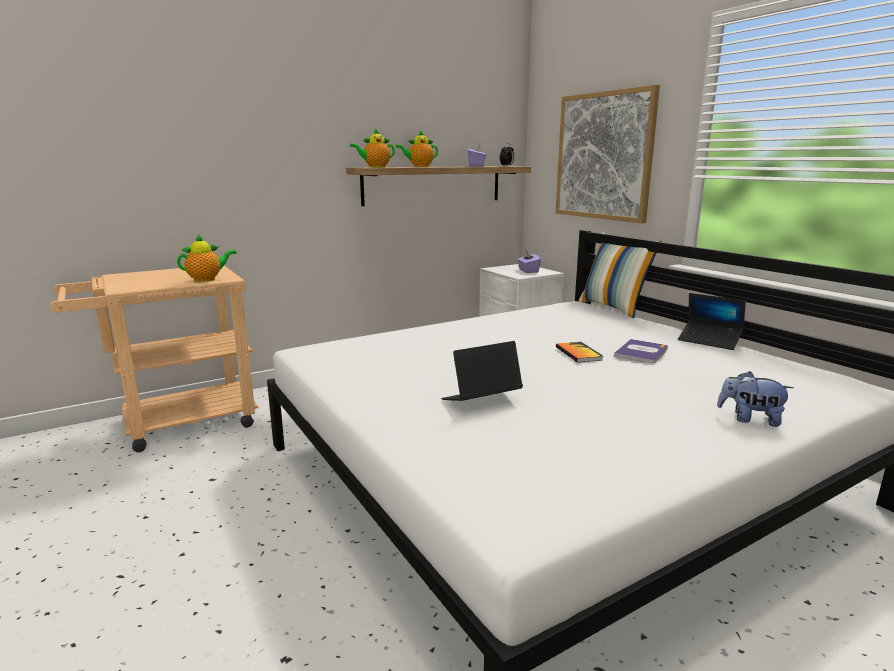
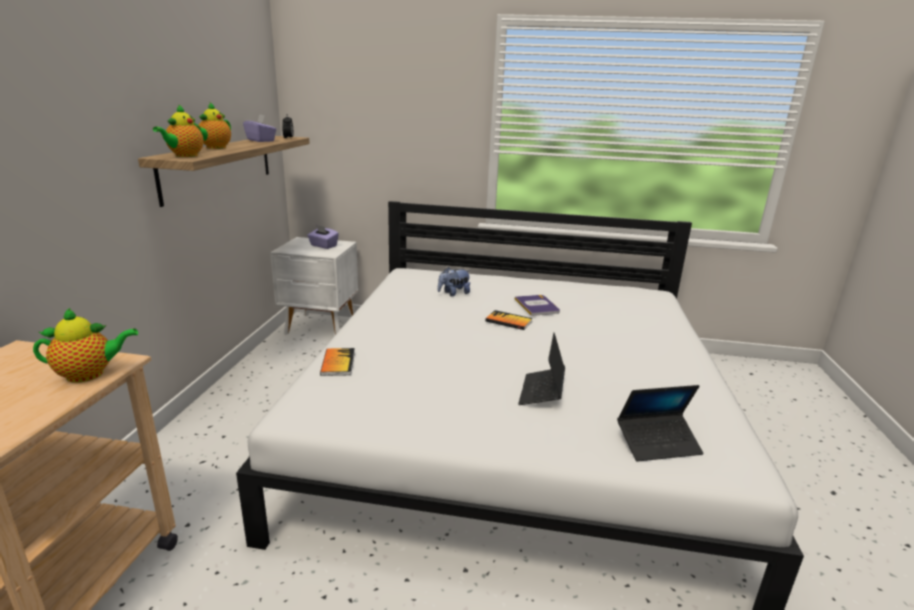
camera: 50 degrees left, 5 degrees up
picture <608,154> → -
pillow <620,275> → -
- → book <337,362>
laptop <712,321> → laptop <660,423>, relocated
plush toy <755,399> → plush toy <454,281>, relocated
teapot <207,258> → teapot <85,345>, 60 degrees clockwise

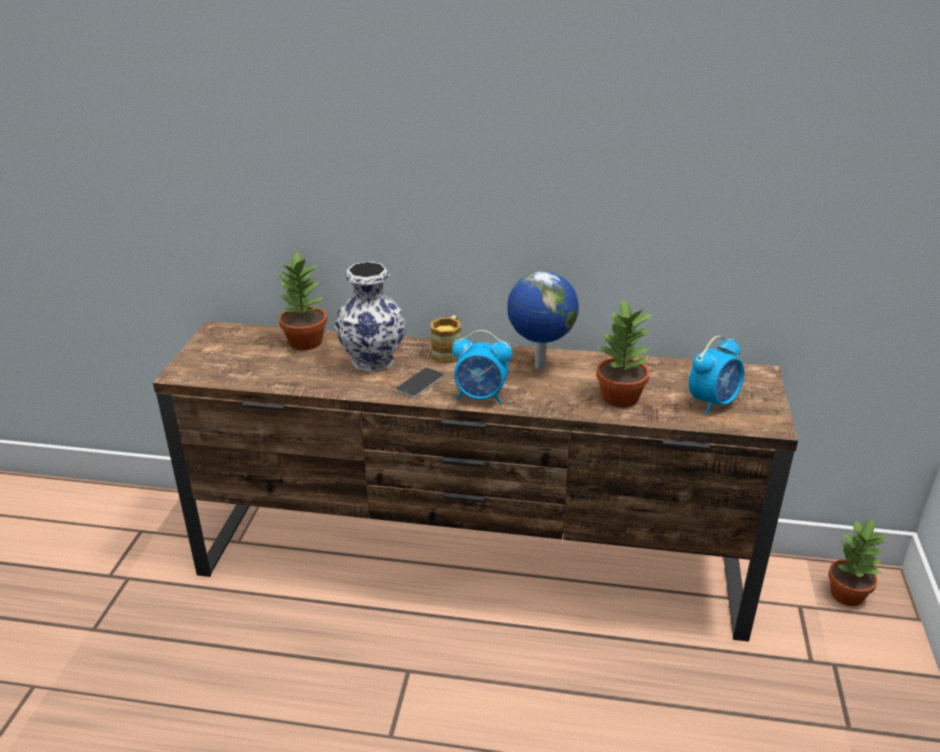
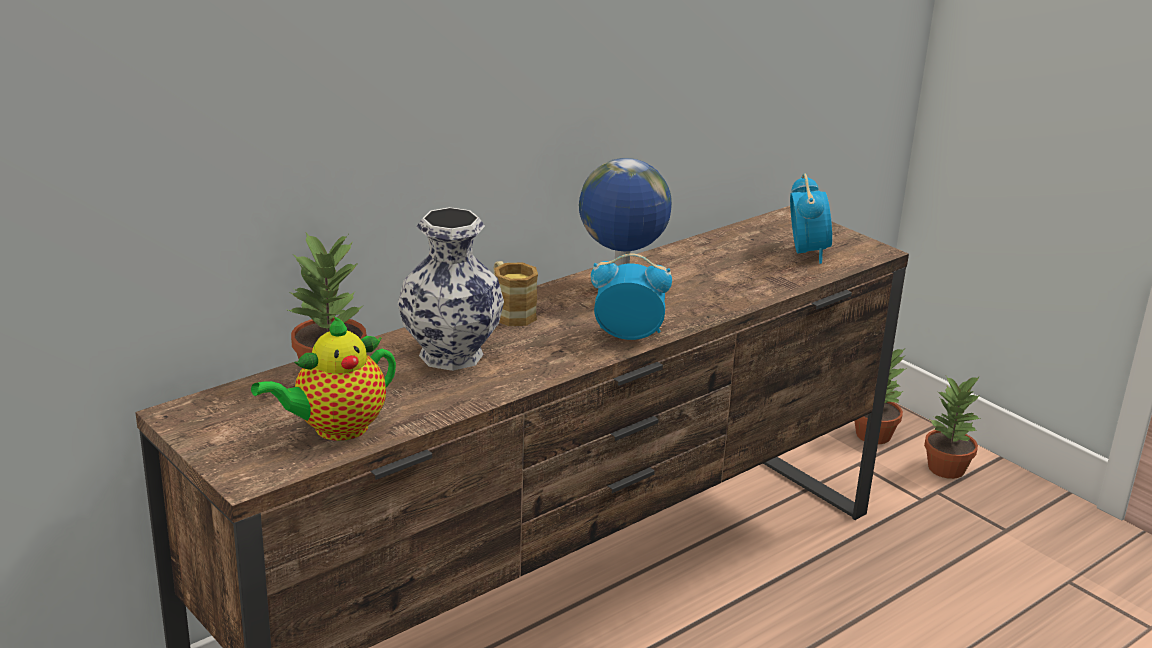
camera: 50 degrees left, 5 degrees down
phone <420,382> → -
- → teapot <323,379>
potted plant <624,352> → potted plant <952,427>, relocated
alarm clock <482,367> → alarm clock <631,296>, 135 degrees counterclockwise

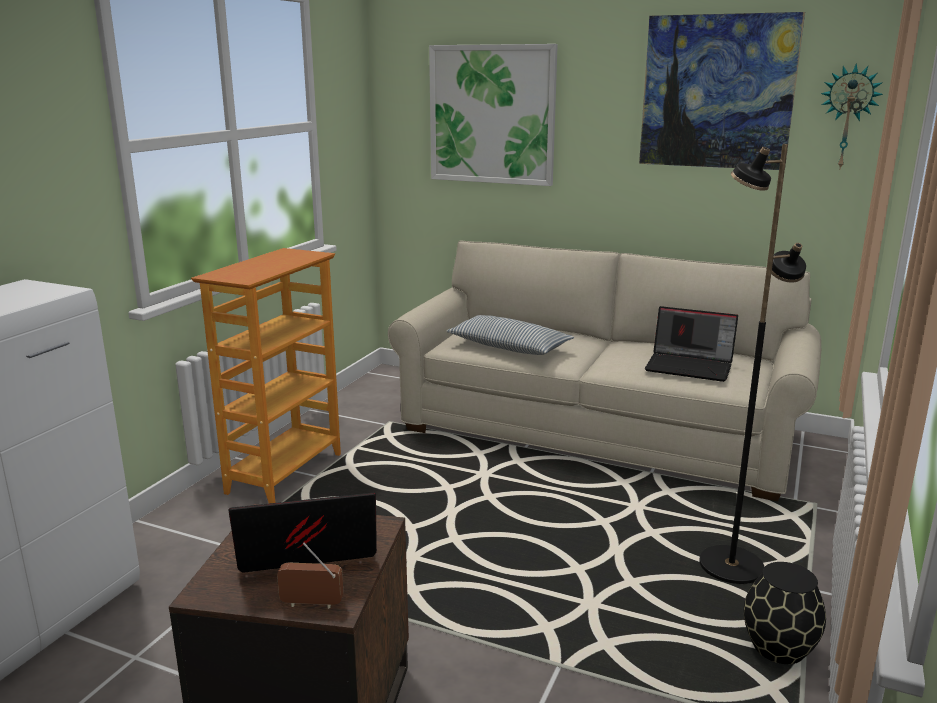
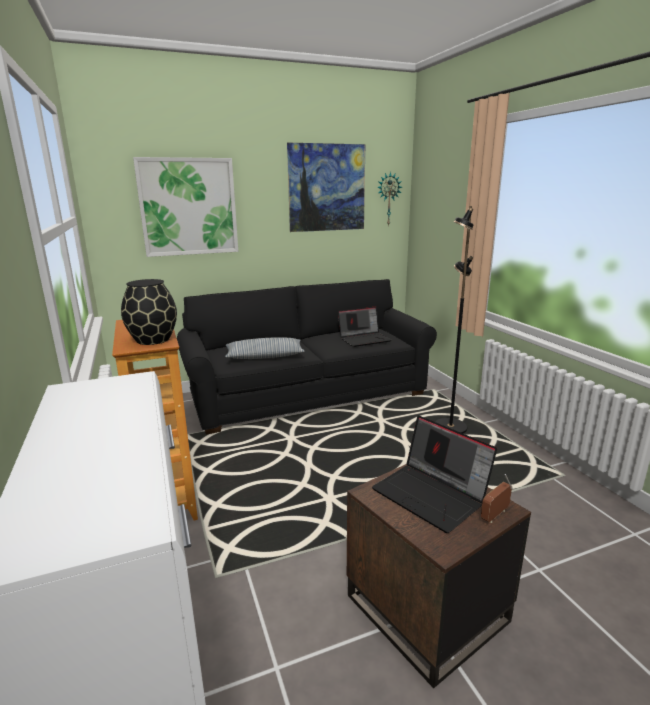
camera: 45 degrees left, 0 degrees up
vase in black <785,613> → vase in black <149,312>, relocated
sofa in beige <604,371> → sofa in black <307,356>
laptop <302,533> → laptop <434,474>, 75 degrees counterclockwise

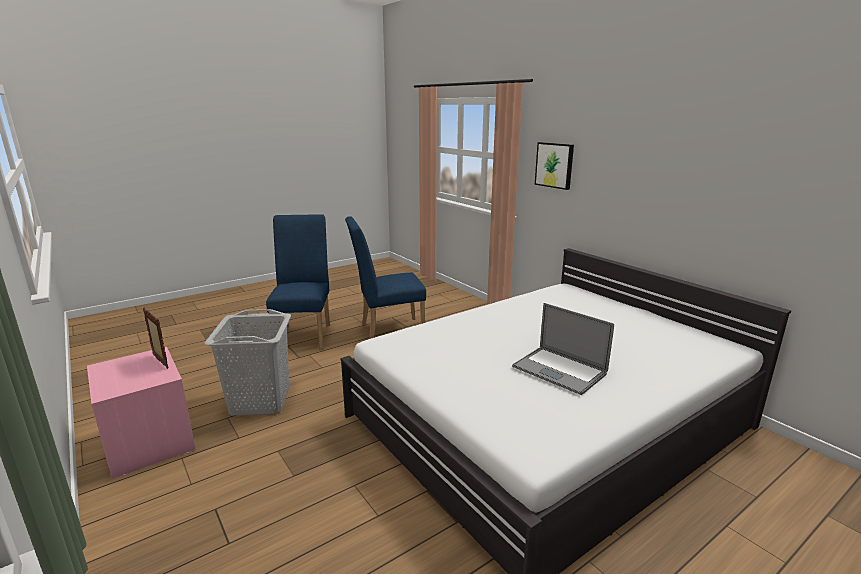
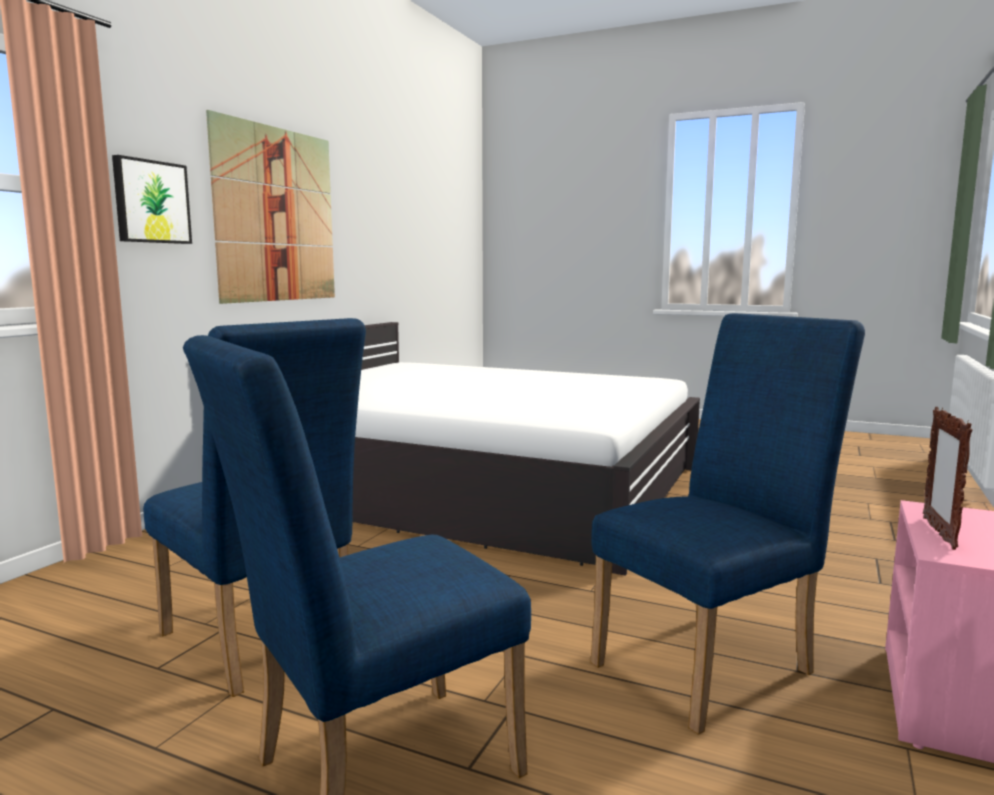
camera: 120 degrees left, 10 degrees down
laptop <563,349> → -
- → picture <270,207>
laundry basket in grey <247,362> → chair in blue <728,524>

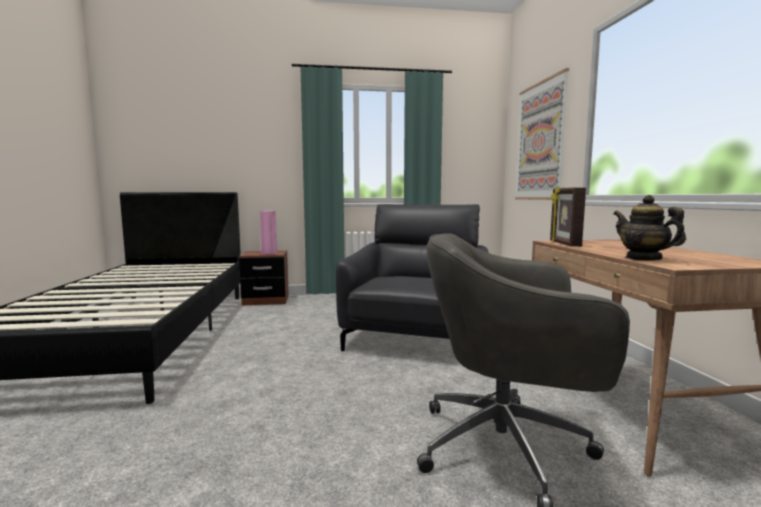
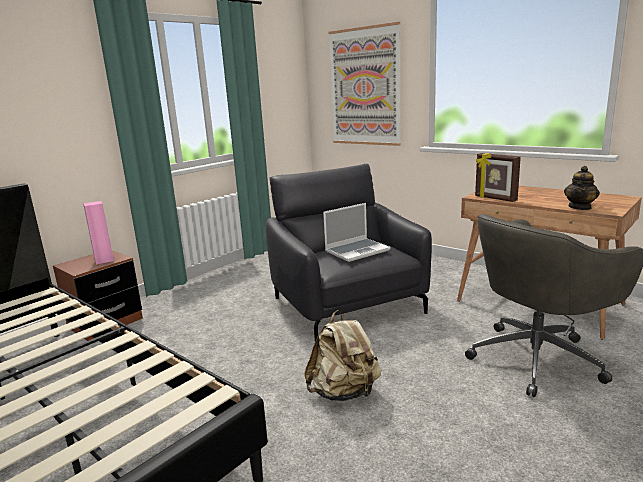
camera: 40 degrees left, 10 degrees up
- → backpack in beige <342,355>
- → laptop <356,232>
teapot <649,228> → teapot <582,188>, 75 degrees counterclockwise

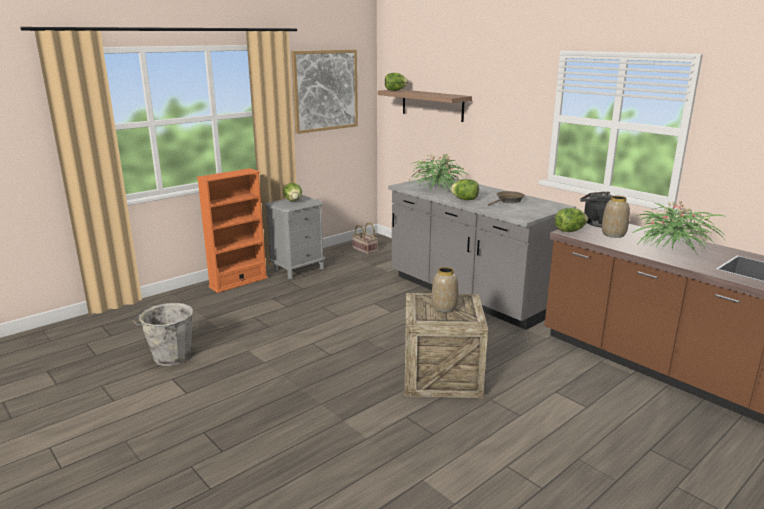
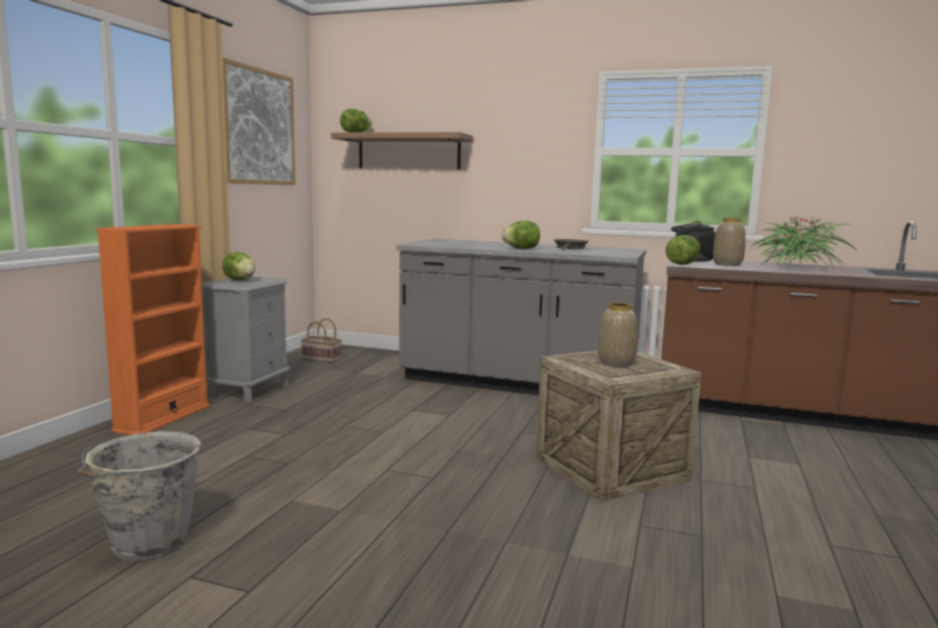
camera: 30 degrees left, 10 degrees down
potted plant <438,173> → -

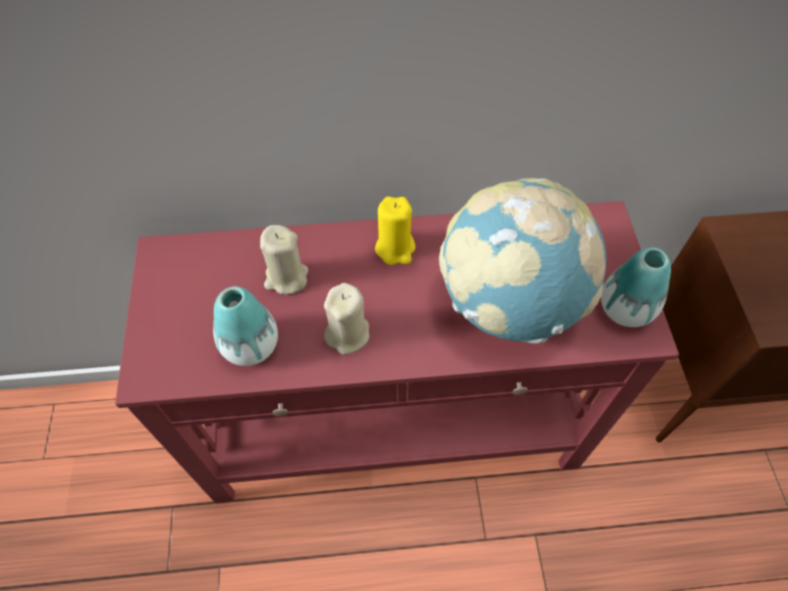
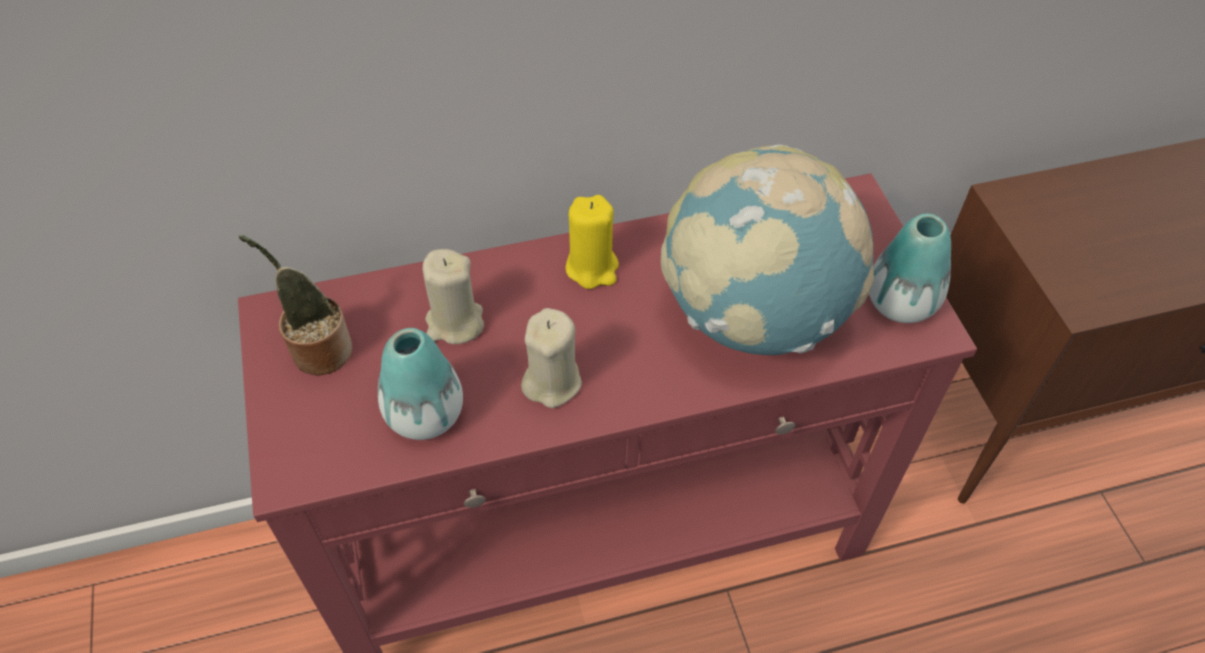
camera: 10 degrees left, 5 degrees down
- → potted plant <295,305>

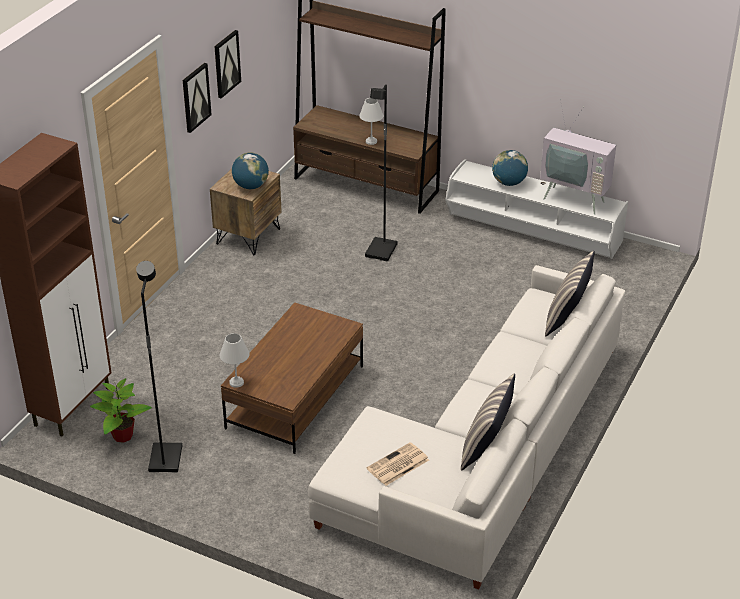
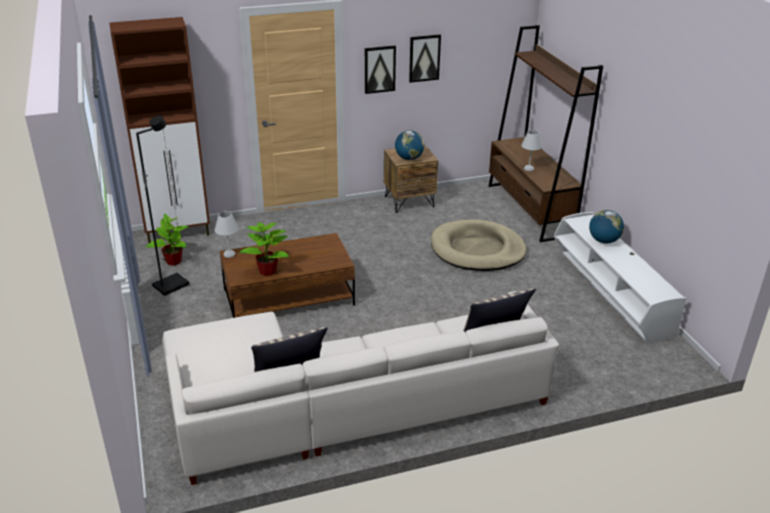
camera: 45 degrees right, 5 degrees down
newspaper <398,464> → -
television <578,157> → -
- → potted plant <264,248>
floor lamp in black <381,173> → dog bed in beige <479,245>

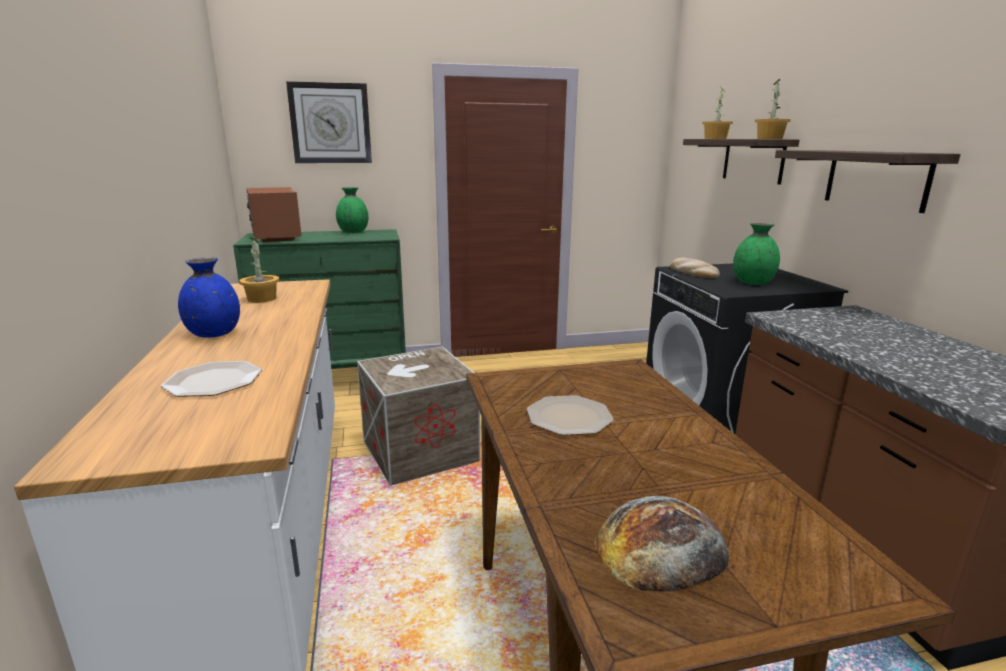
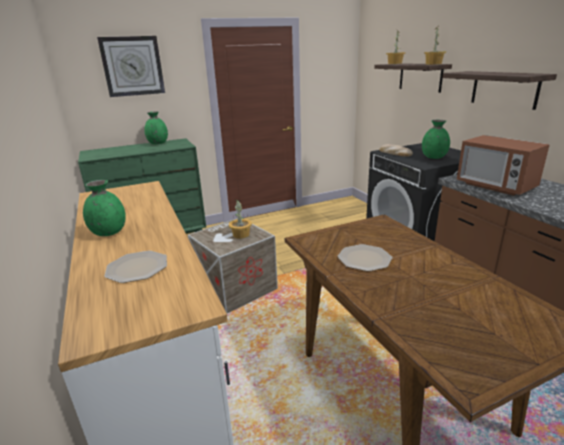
camera: 10 degrees left, 5 degrees up
bread <661,544> → -
potted plant <259,270> → potted plant <240,219>, relocated
microwave <274,214> → microwave <503,165>, relocated
vase in blue <209,297> → vase in green <104,208>

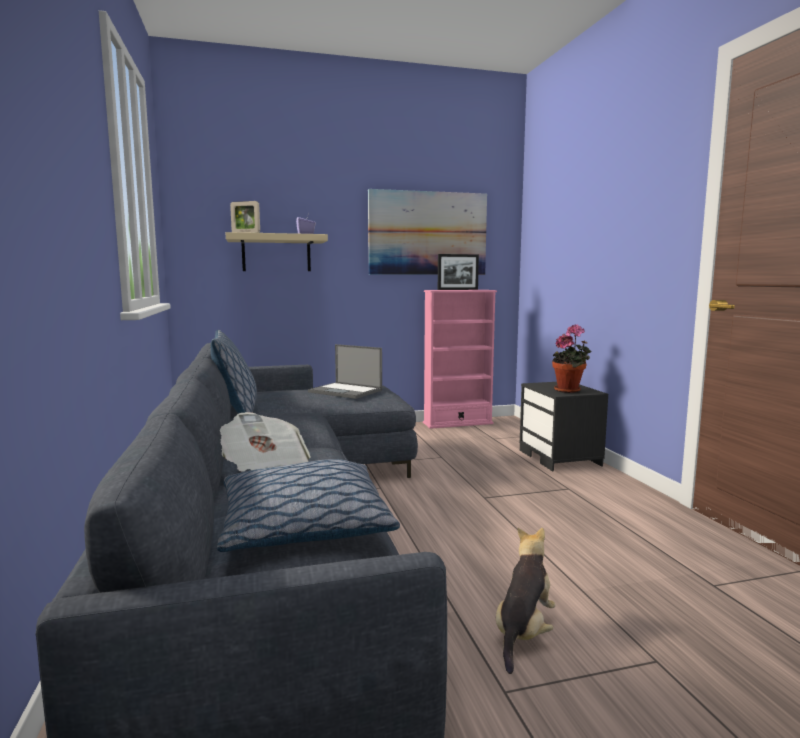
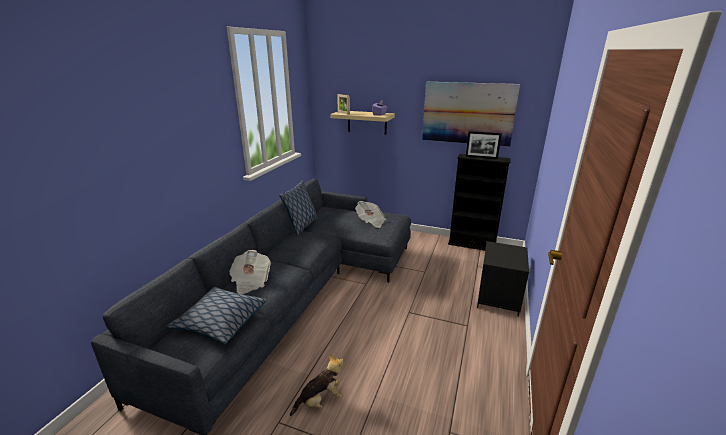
camera: 35 degrees right, 15 degrees up
potted plant <571,358> → -
laptop <345,371> → newspaper <370,214>
bookcase in pink <460,359> → bookcase in black <479,202>

